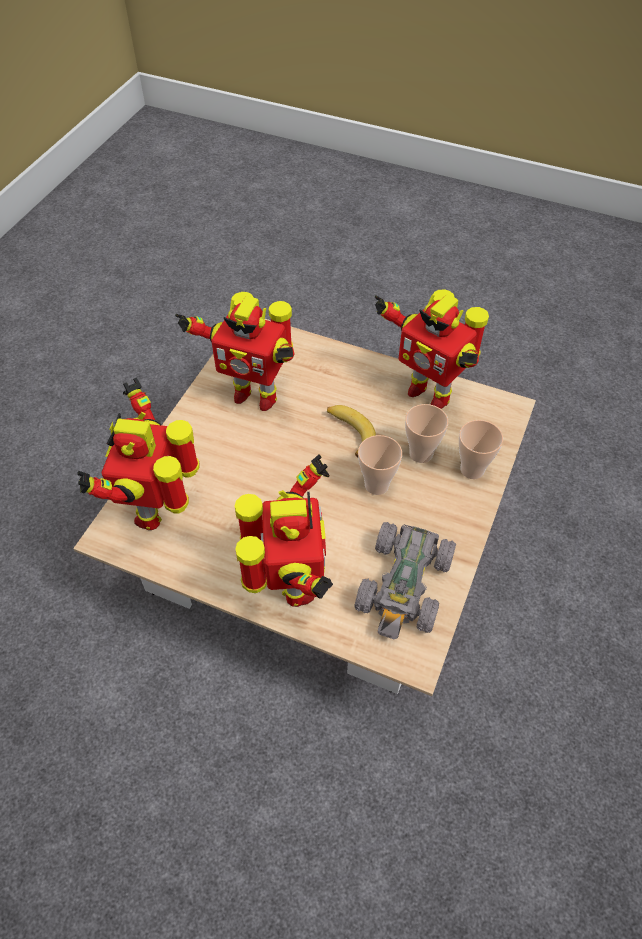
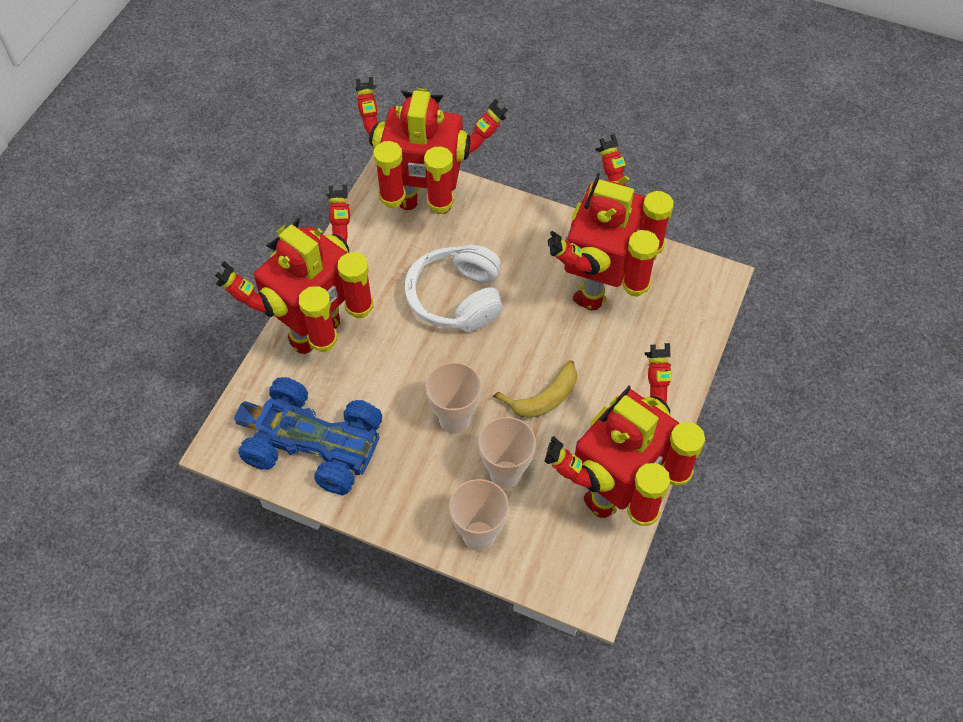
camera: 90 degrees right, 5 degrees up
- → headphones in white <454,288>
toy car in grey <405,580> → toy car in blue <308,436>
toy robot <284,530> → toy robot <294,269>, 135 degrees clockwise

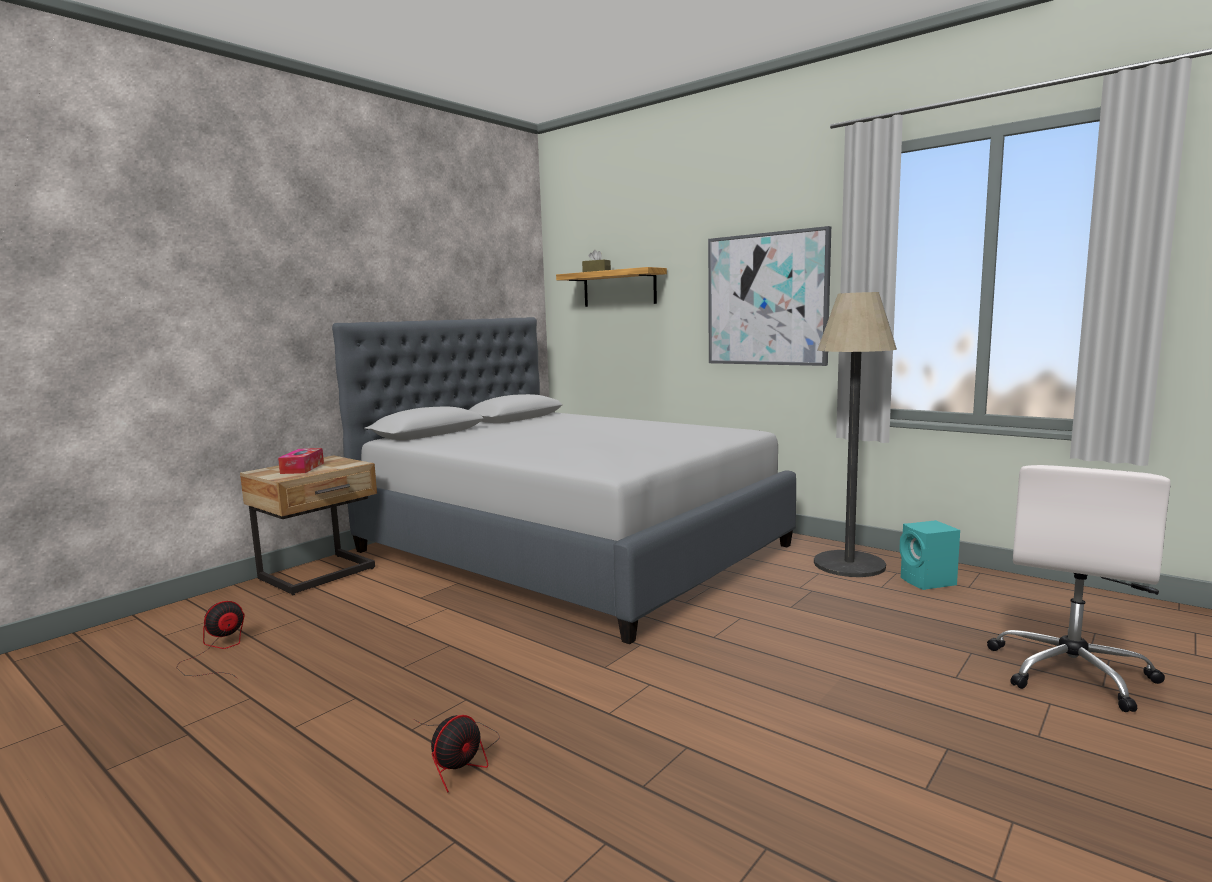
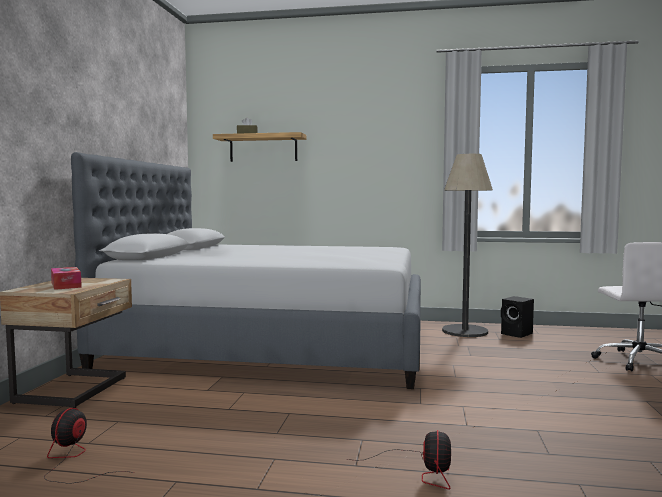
camera: 30 degrees left, 5 degrees down
picture <769,296> → -
speaker in turquoise <929,555> → speaker in black <517,317>

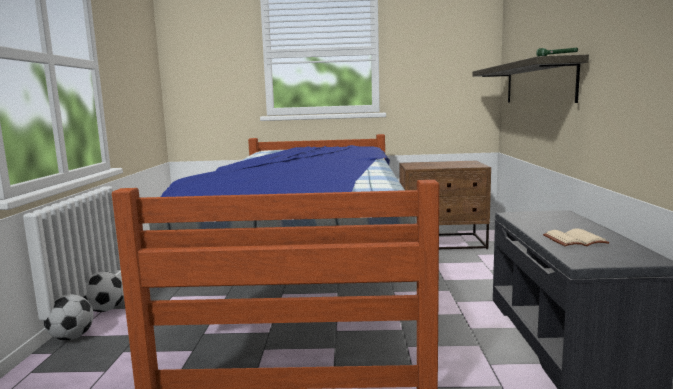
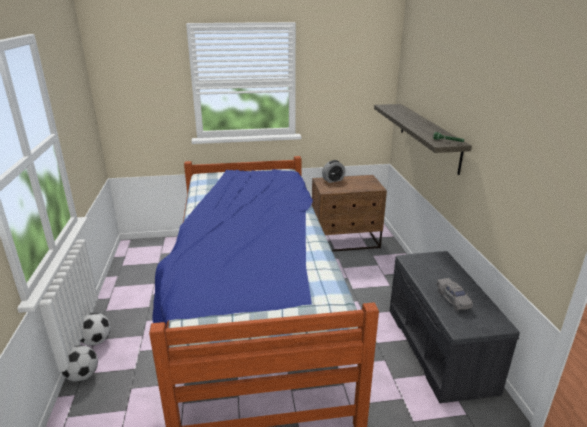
camera: 10 degrees left, 15 degrees up
- → alarm clock <333,171>
book in beige <576,237> → toy car in grey <454,294>

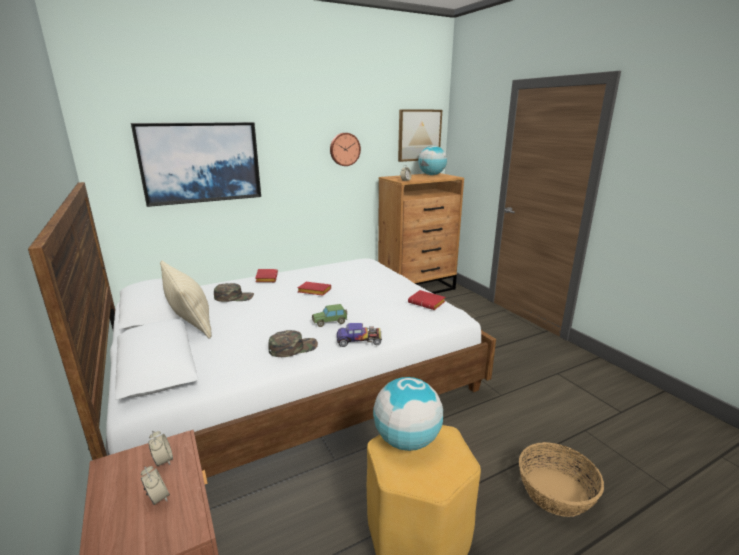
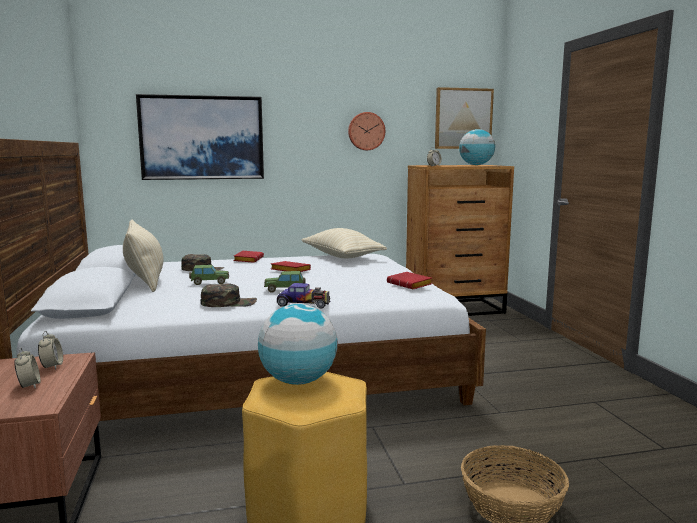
camera: 15 degrees right, 10 degrees down
- → toy car <209,275>
- → pillow in beige <344,243>

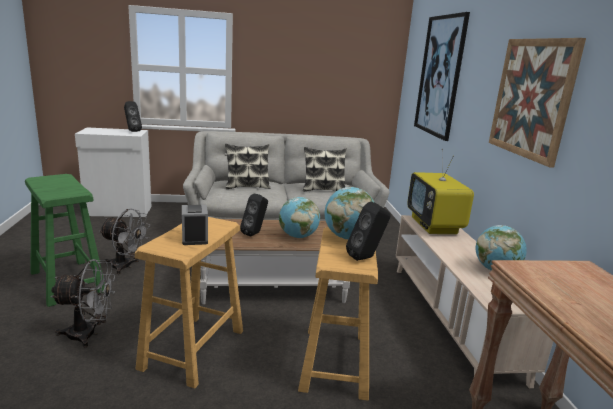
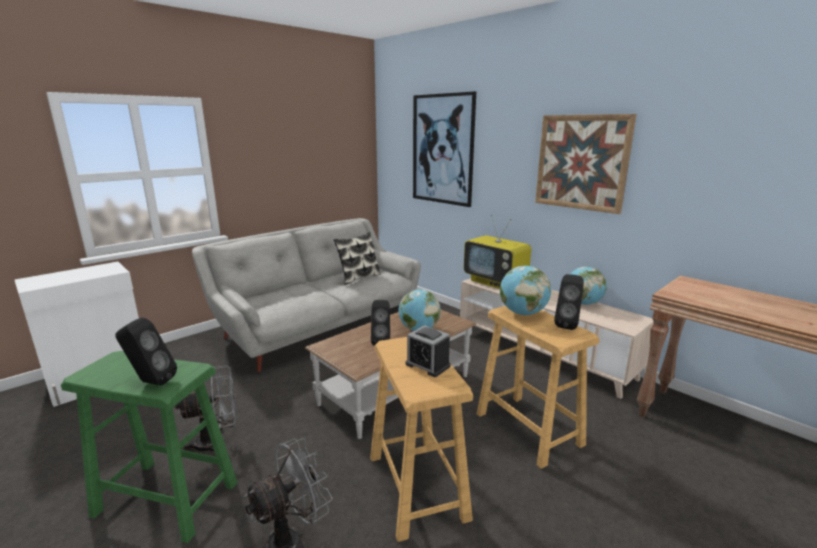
camera: 35 degrees left, 0 degrees up
pillow <248,166> → -
speaker in black <133,116> → speaker in black <146,351>, relocated

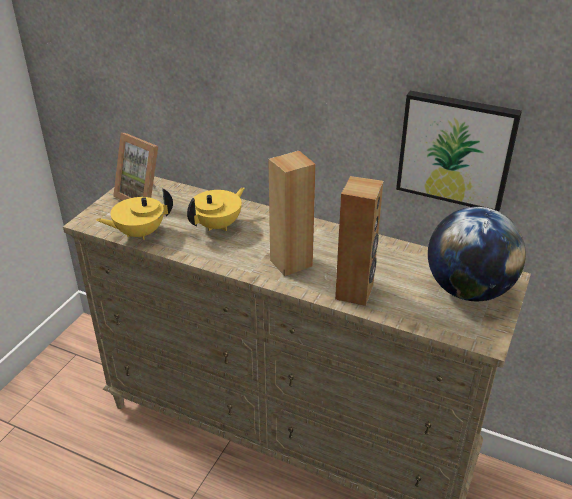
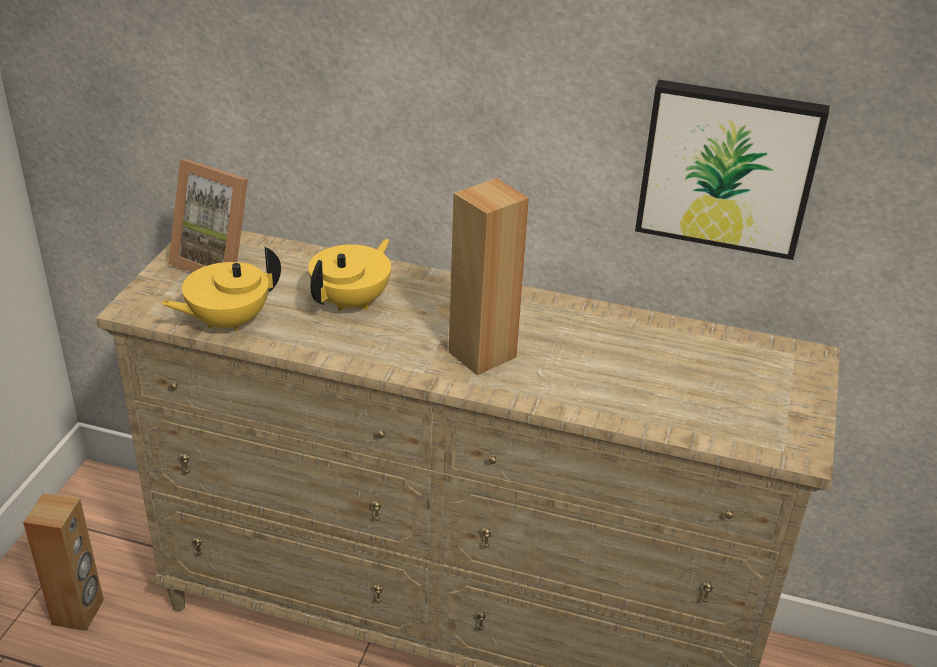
camera: 10 degrees left, 0 degrees up
globe <477,254> → -
speaker in brown <359,241> → speaker in brown <63,562>, relocated

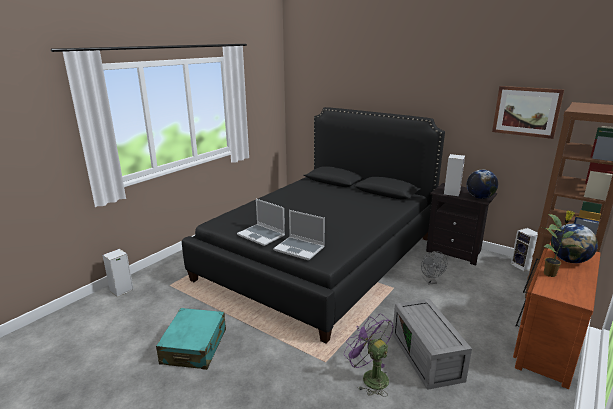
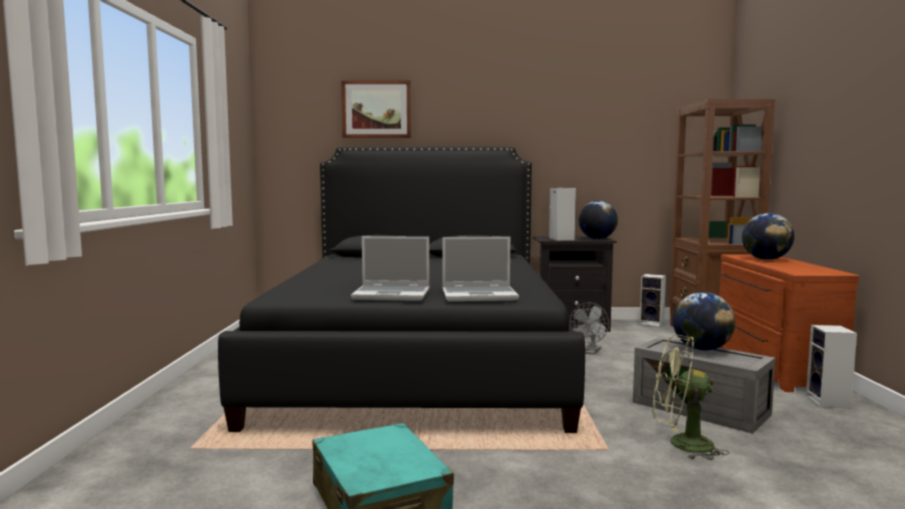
camera: 35 degrees left, 15 degrees down
potted plant <562,244> → -
- → globe <704,321>
speaker <118,273> → speaker <831,366>, relocated
picture <528,112> → picture <376,109>, relocated
fan in purple <369,355> → fan in green <691,397>
fan in grey <434,268> → fan in grey <589,329>, 75 degrees clockwise

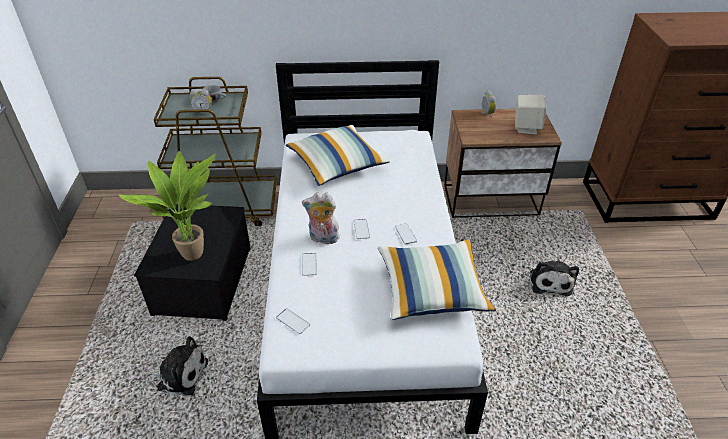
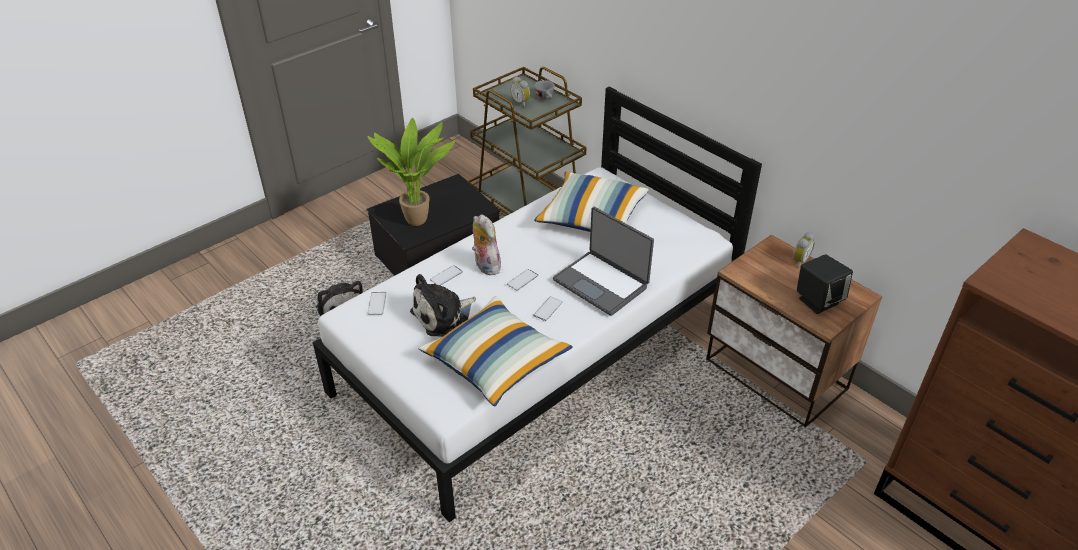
camera: 50 degrees right, 0 degrees up
- → laptop <603,261>
plush toy <554,278> → plush toy <443,305>, relocated
speaker in beige <530,114> → speaker in black <825,284>

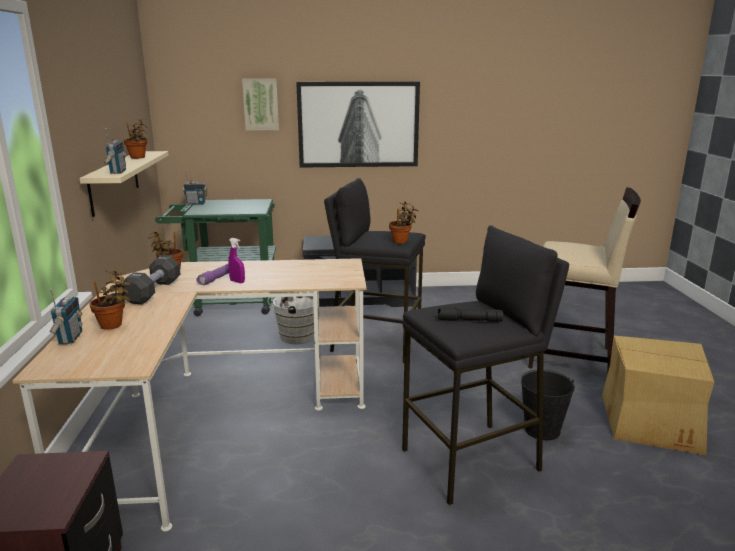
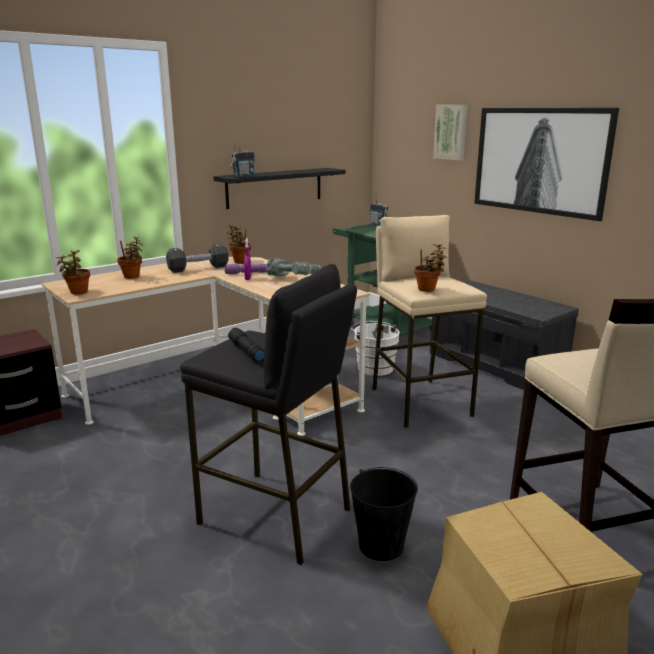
camera: 55 degrees right, 0 degrees up
radio <65,316> → -
- → power drill <293,267>
potted plant <135,139> → potted plant <73,272>, relocated
shelf in beige <124,184> → shelf in black <279,188>
stool in black <375,270> → stool in beige <430,321>

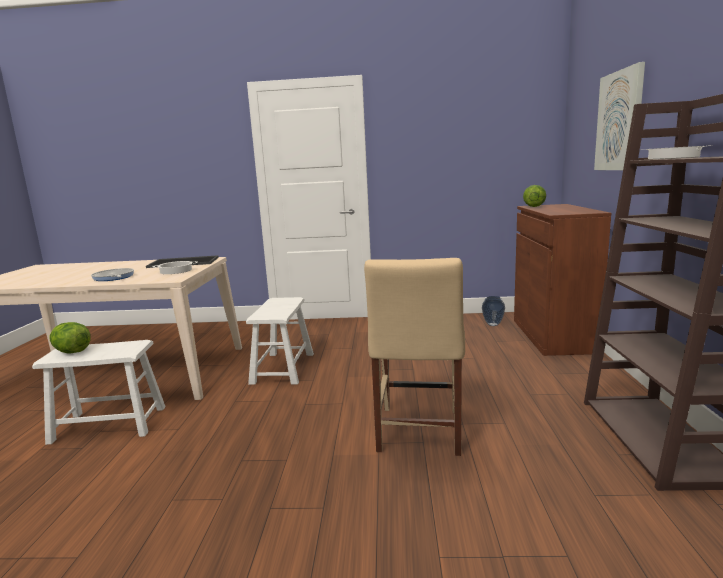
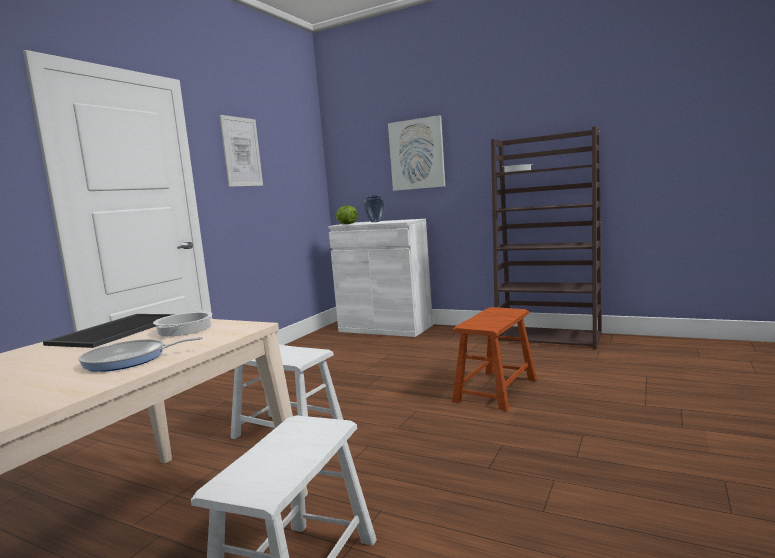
camera: 65 degrees left, 5 degrees down
lettuce <70,338> → -
- → picture <241,151>
vase <493,311> → vase <374,208>, relocated
chair in beige <414,357> → stool in brown <494,359>
cabinet in brown <562,280> → cabinet in white <380,278>

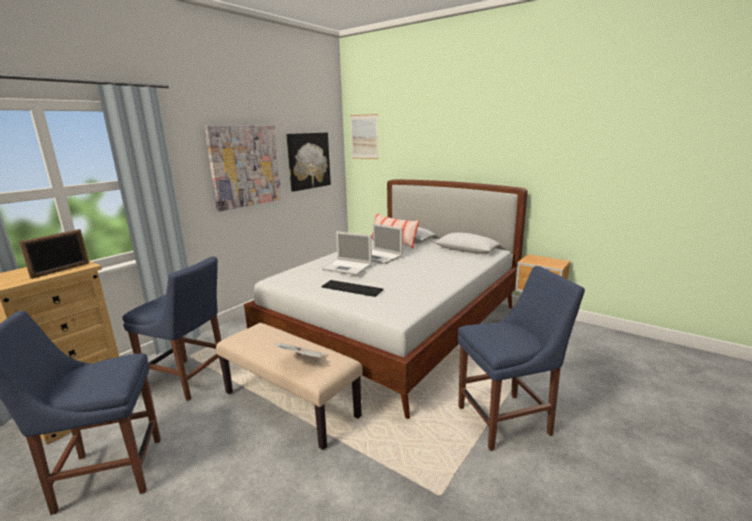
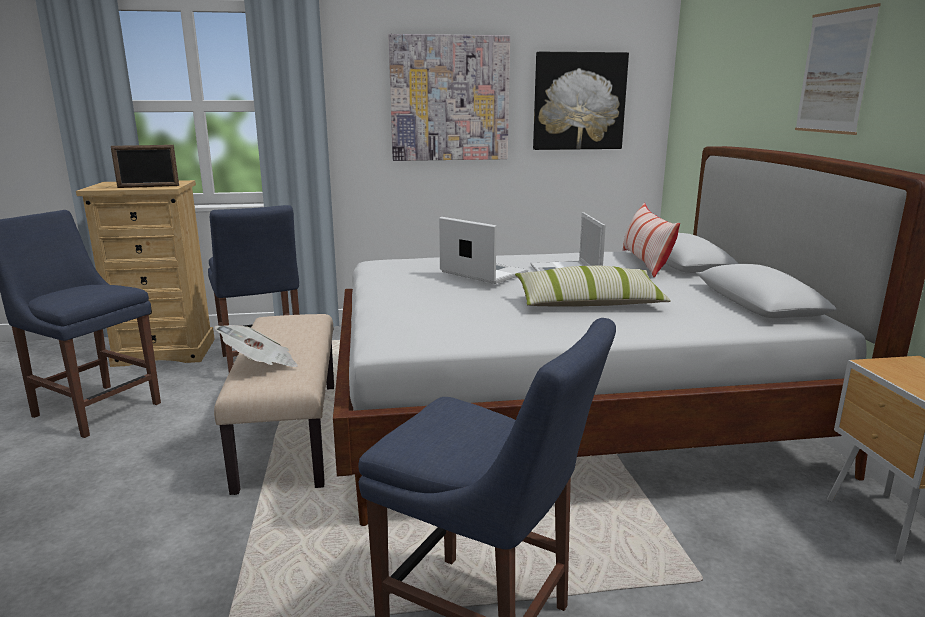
camera: 45 degrees right, 0 degrees up
keyboard <352,288> → -
- → pillow <593,286>
picture <364,136> → picture <838,69>, relocated
laptop <347,253> → laptop <483,250>, 150 degrees clockwise

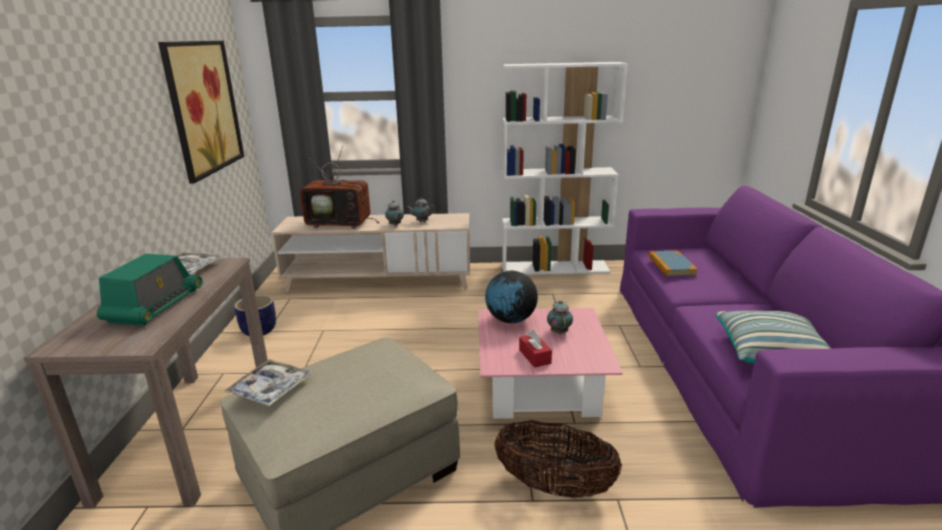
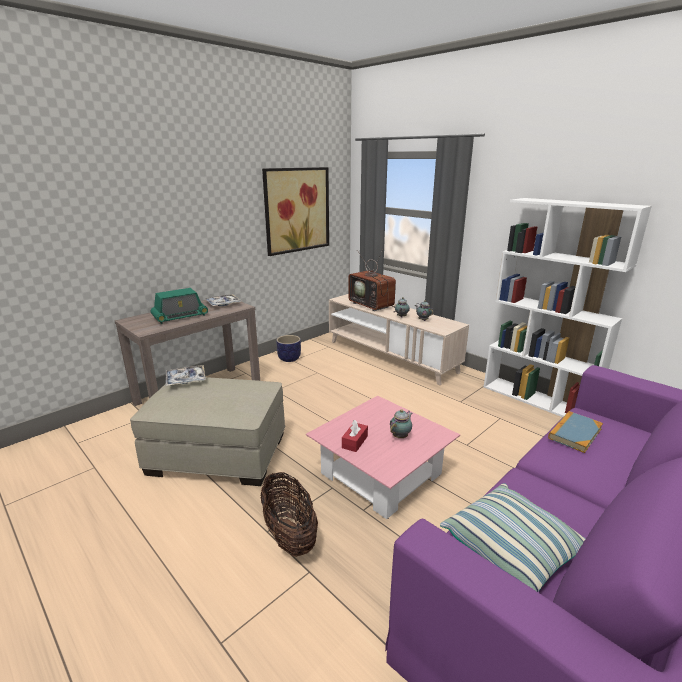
camera: 45 degrees right, 0 degrees up
globe <511,297> → -

